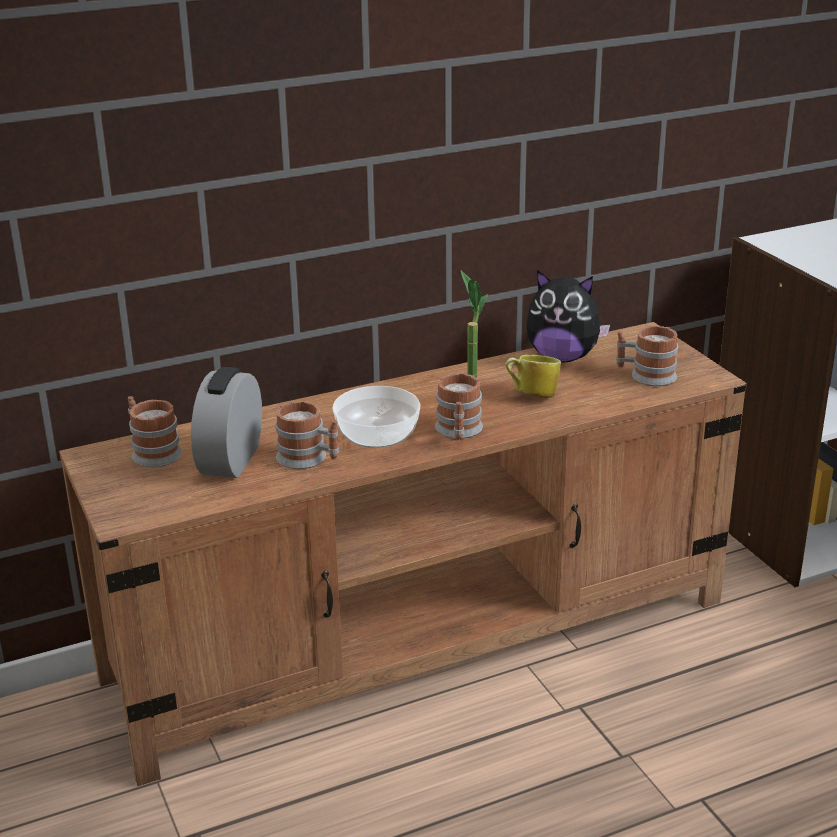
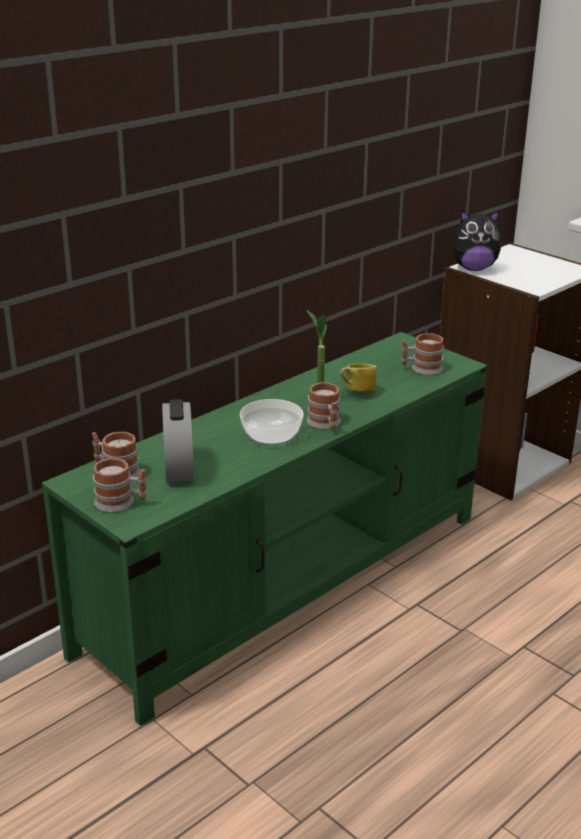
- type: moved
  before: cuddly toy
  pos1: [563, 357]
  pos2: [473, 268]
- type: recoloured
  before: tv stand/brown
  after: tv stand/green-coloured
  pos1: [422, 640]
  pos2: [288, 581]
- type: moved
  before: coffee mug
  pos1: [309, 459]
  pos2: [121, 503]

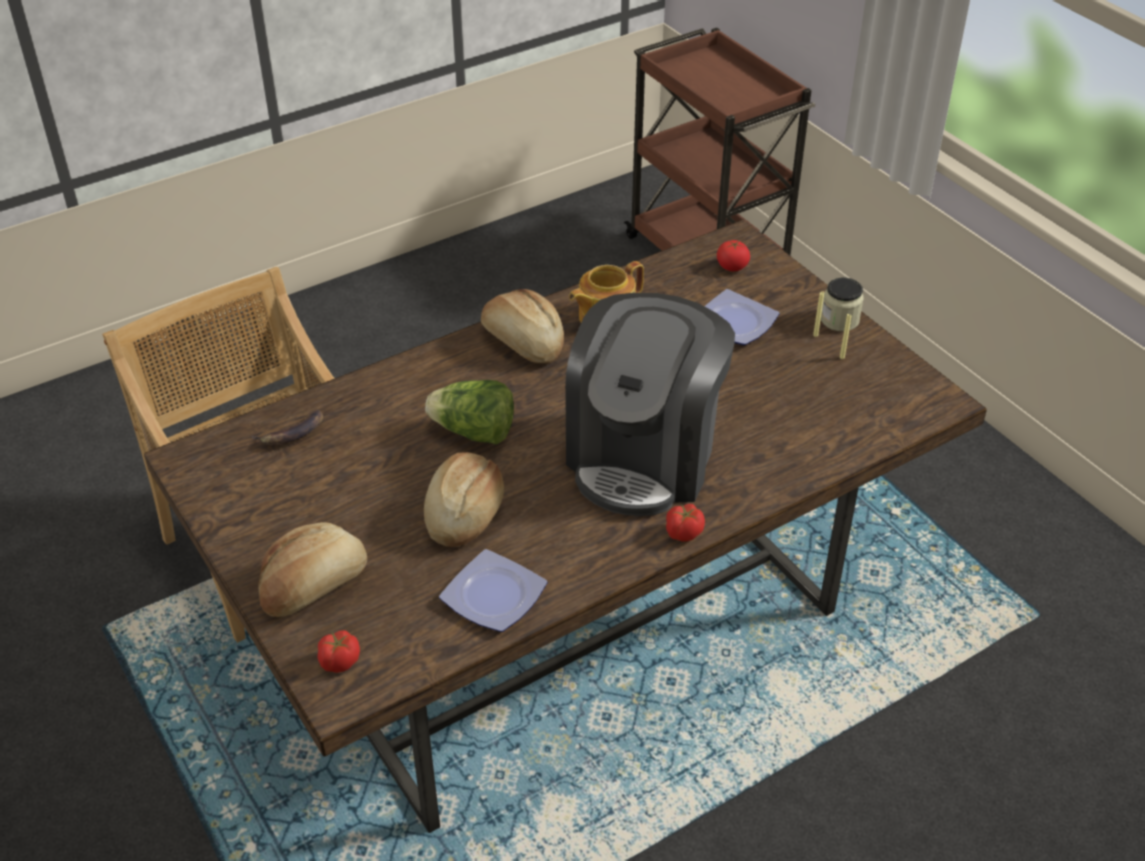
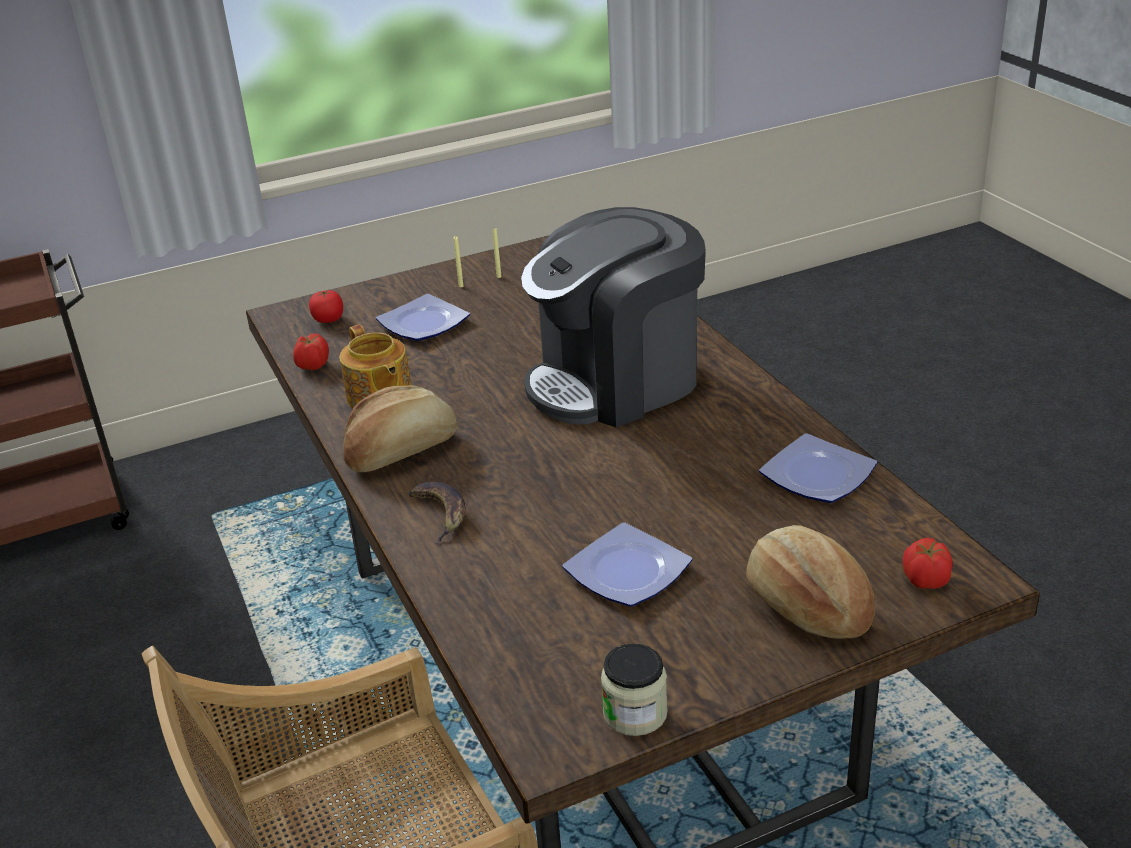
- type: moved
  before: jar
  pos1: [839, 320]
  pos2: [635, 713]
- type: turned
  before: coffee machine
  pos1: [644, 455]
  pos2: [616, 382]
  turn: 120
- type: removed
  before: lettuce head
  pos1: [474, 433]
- type: moved
  before: banana fruit
  pos1: [292, 434]
  pos2: [440, 514]
- type: removed
  before: bread
  pos1: [464, 513]
- type: moved
  before: tomato
  pos1: [683, 533]
  pos2: [313, 365]
- type: added
  after: plate
  pos2: [624, 572]

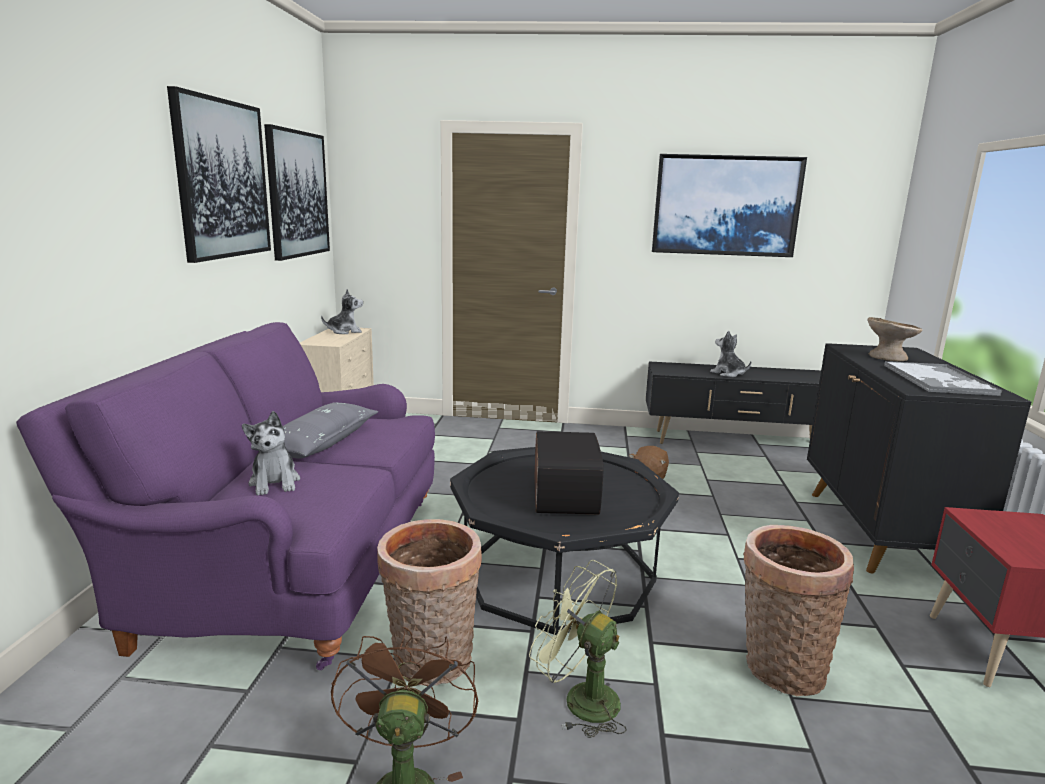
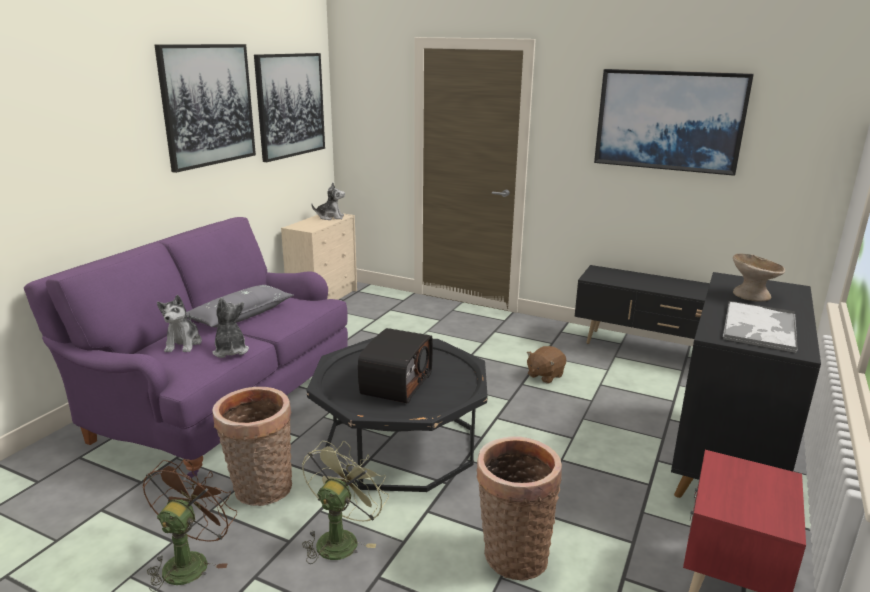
- type: moved
  before: cuddly toy
  pos1: [728, 374]
  pos2: [230, 351]
- type: turned
  before: cooling fan/green-coloured
  pos1: [580, 699]
  pos2: [340, 538]
  turn: 60

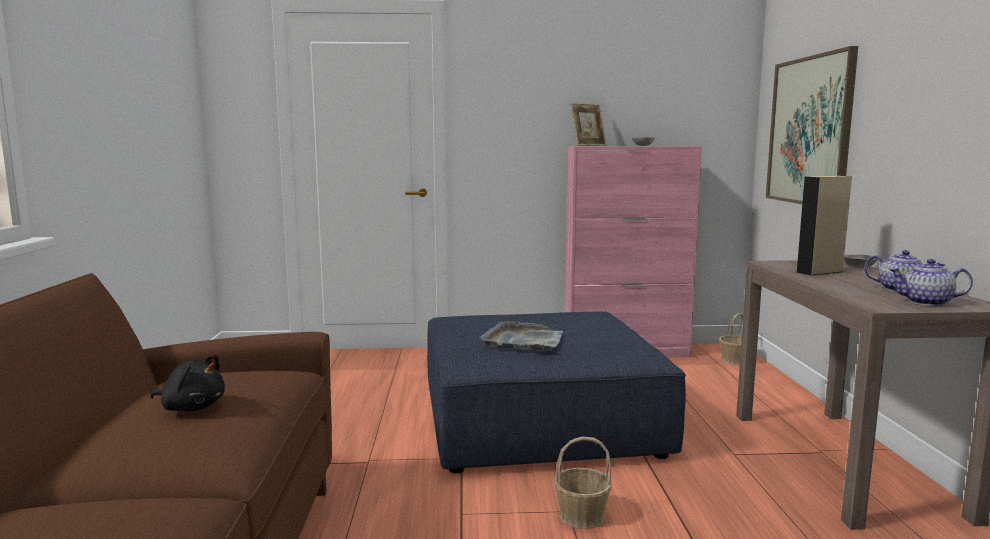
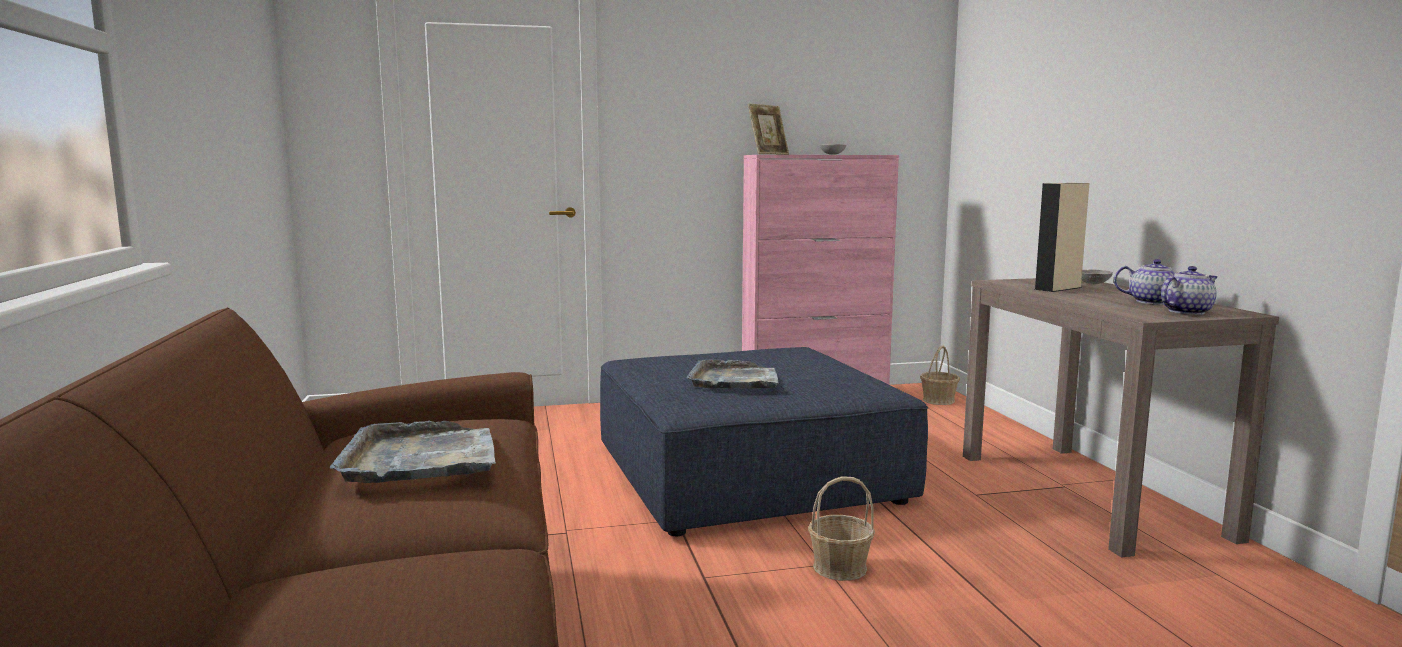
- type: removed
  before: wall art
  pos1: [809, 131]
- type: turned
  before: teapot
  pos1: [926, 302]
  pos2: [1186, 312]
  turn: 150
- type: replaced
  before: cuddly toy/black
  after: serving tray/grey
  pos1: [192, 407]
  pos2: [421, 459]

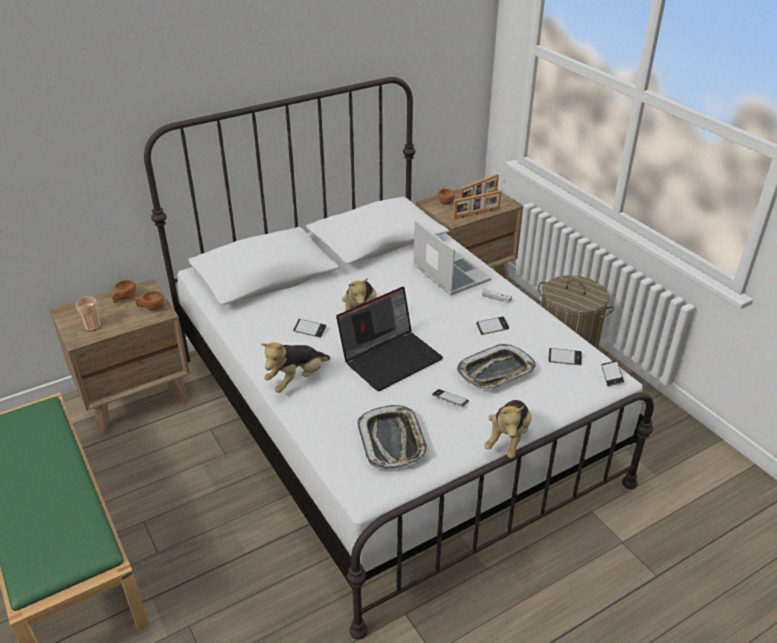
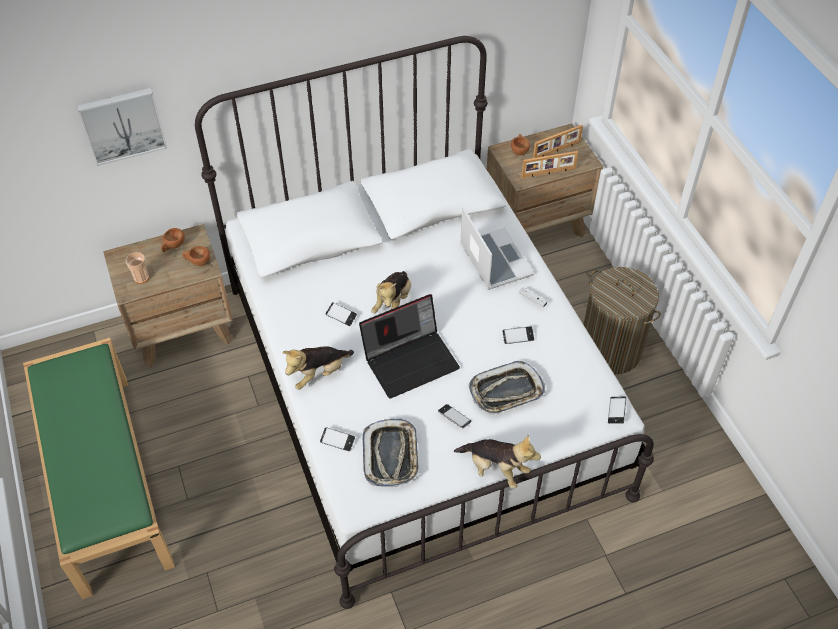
- type: moved
  before: telephone
  pos1: [564, 359]
  pos2: [337, 441]
- type: turned
  before: cuddly toy
  pos1: [508, 439]
  pos2: [495, 469]
  turn: -90
- type: added
  after: wall art
  pos2: [122, 124]

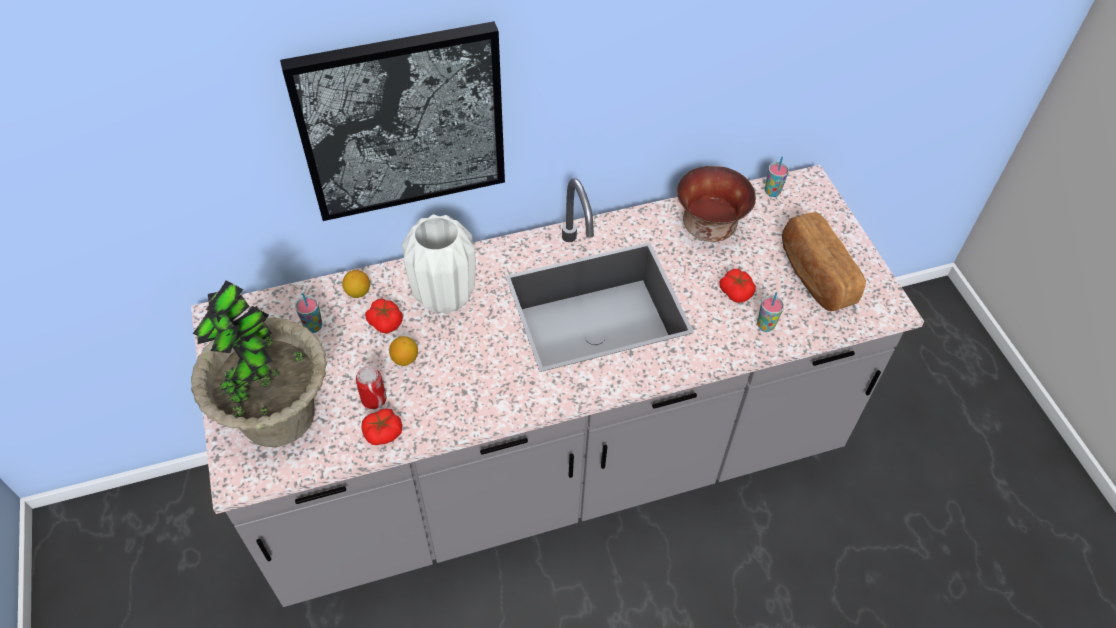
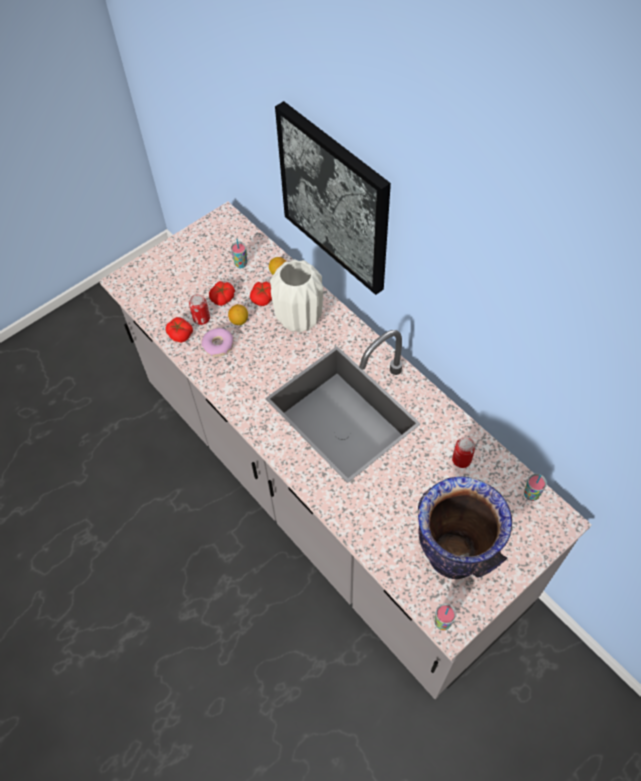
- type: replaced
  before: bowl
  after: sealed can
  pos1: [710, 227]
  pos2: [461, 460]
- type: replaced
  before: bread
  after: decorative vase
  pos1: [814, 275]
  pos2: [454, 554]
- type: moved
  before: tomato
  pos1: [736, 292]
  pos2: [223, 298]
- type: removed
  before: potted plant
  pos1: [277, 415]
- type: moved
  before: small cup
  pos1: [765, 326]
  pos2: [442, 622]
- type: added
  after: doughnut
  pos2: [218, 345]

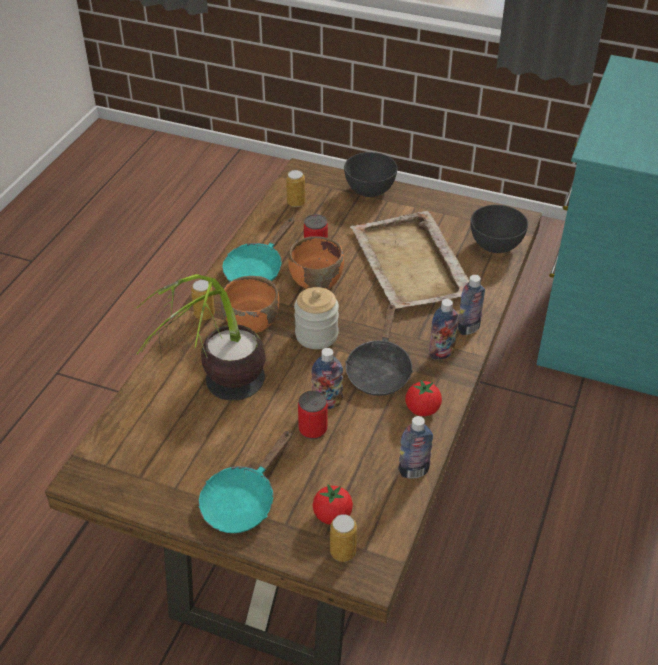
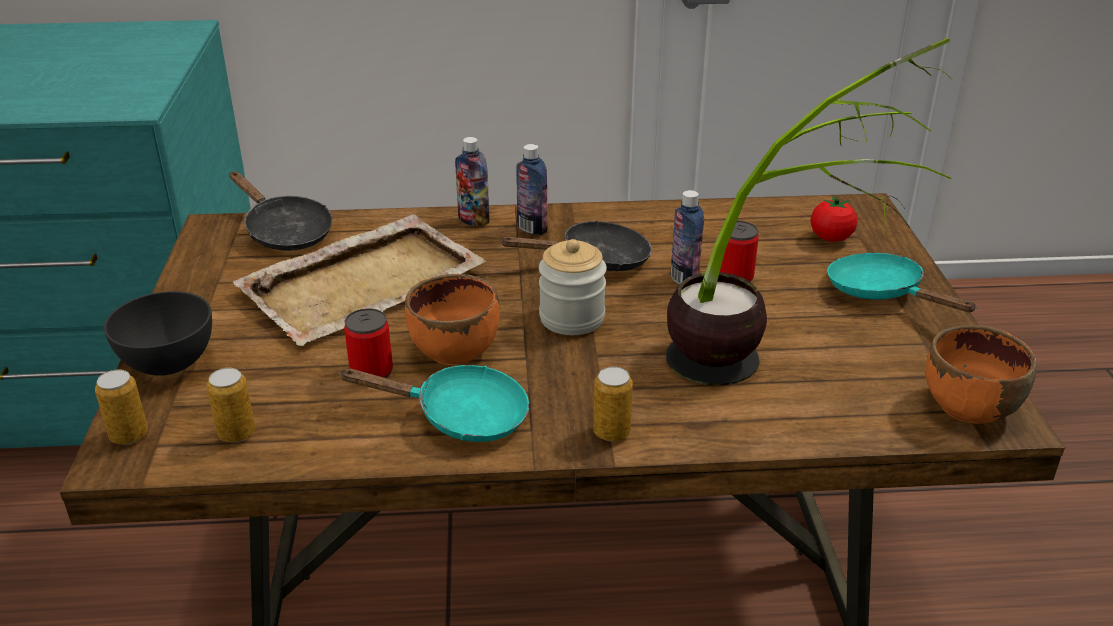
- type: replaced
  before: bowl/grey
  after: frying pan/black
  pos1: [495, 245]
  pos2: [284, 231]
- type: moved
  before: bowl/orangey
  pos1: [251, 322]
  pos2: [969, 407]
- type: removed
  before: tomato
  pos1: [422, 409]
- type: removed
  before: bottle
  pos1: [413, 471]
- type: turned
  before: frying pan/turquoise
  pos1: [242, 501]
  pos2: [881, 293]
  turn: -135
- type: moved
  before: sealed can
  pos1: [343, 552]
  pos2: [129, 435]

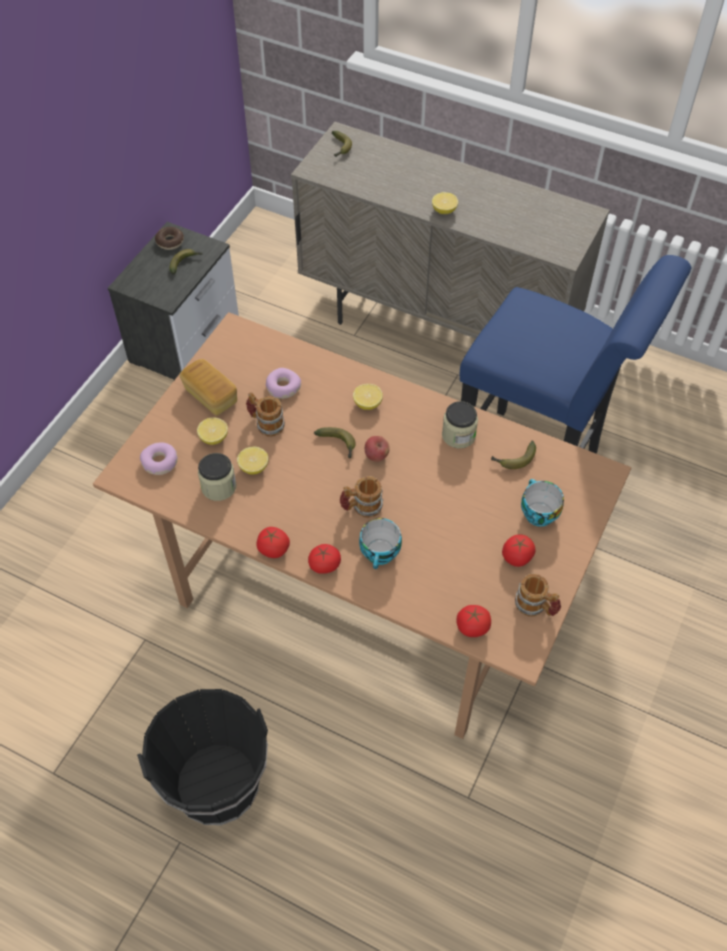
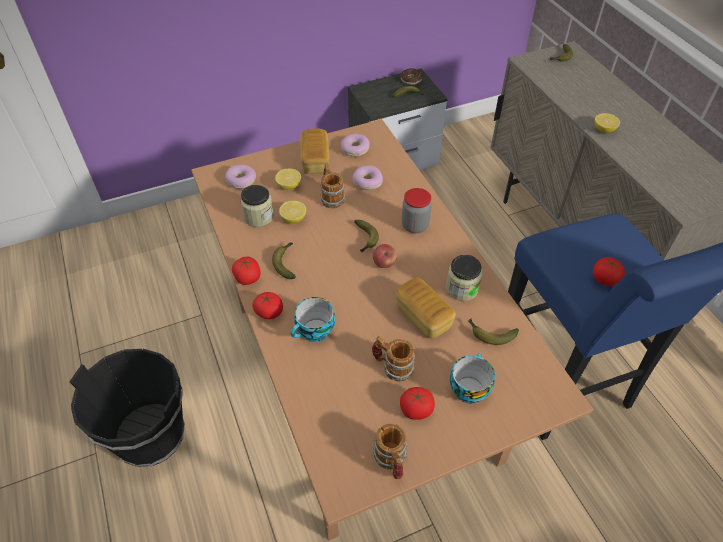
- type: replaced
  before: whole lemon
  after: jar
  pos1: [367, 404]
  pos2: [415, 225]
- type: moved
  before: coffee mug
  pos1: [361, 507]
  pos2: [392, 366]
- type: moved
  before: tomato
  pos1: [472, 627]
  pos2: [604, 279]
- type: added
  after: doughnut
  pos2: [355, 149]
- type: added
  after: banana fruit
  pos2: [286, 263]
- type: added
  after: bread
  pos2: [423, 316]

